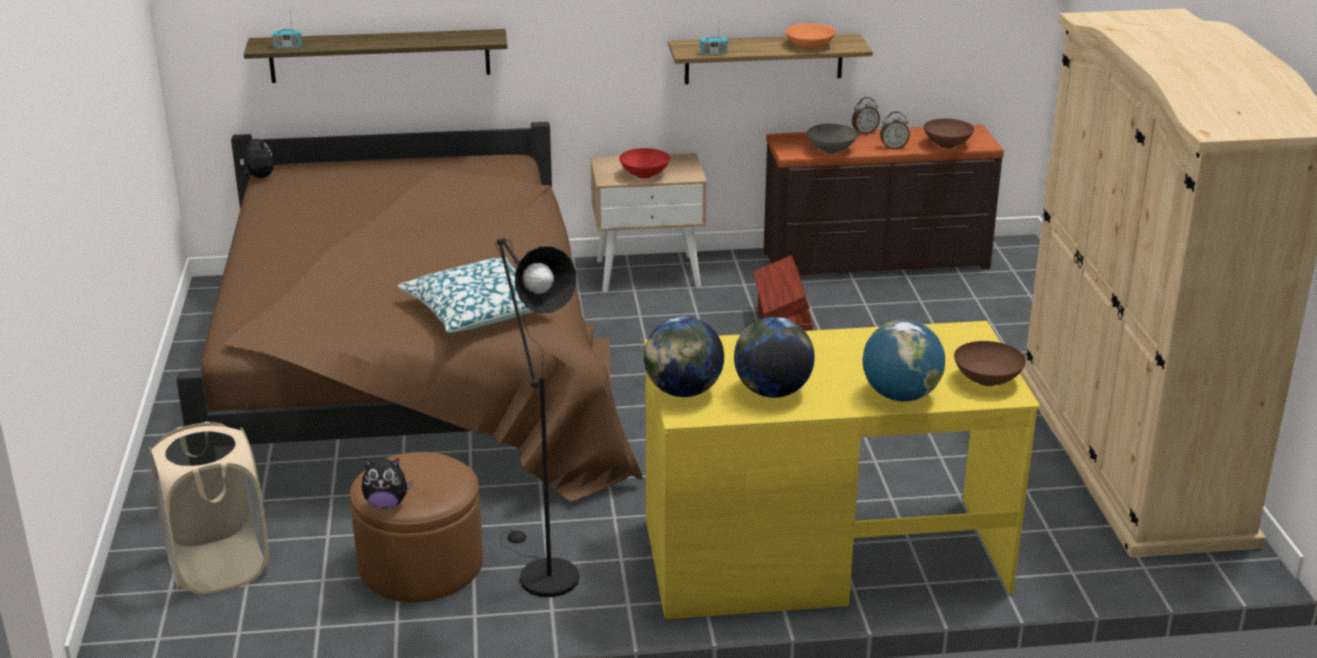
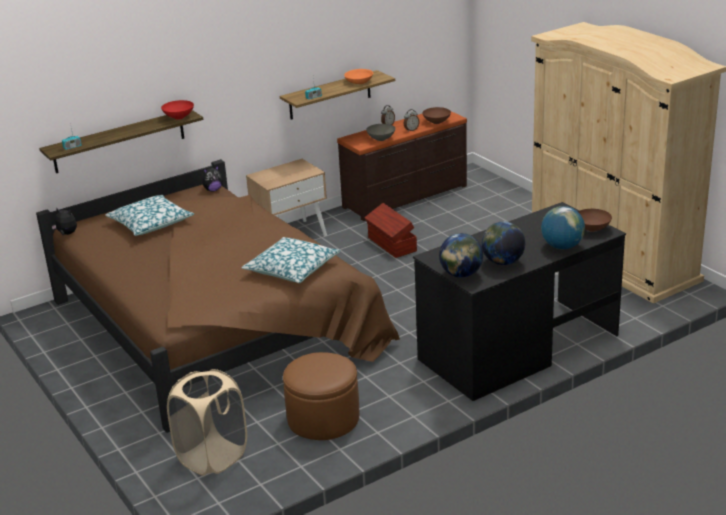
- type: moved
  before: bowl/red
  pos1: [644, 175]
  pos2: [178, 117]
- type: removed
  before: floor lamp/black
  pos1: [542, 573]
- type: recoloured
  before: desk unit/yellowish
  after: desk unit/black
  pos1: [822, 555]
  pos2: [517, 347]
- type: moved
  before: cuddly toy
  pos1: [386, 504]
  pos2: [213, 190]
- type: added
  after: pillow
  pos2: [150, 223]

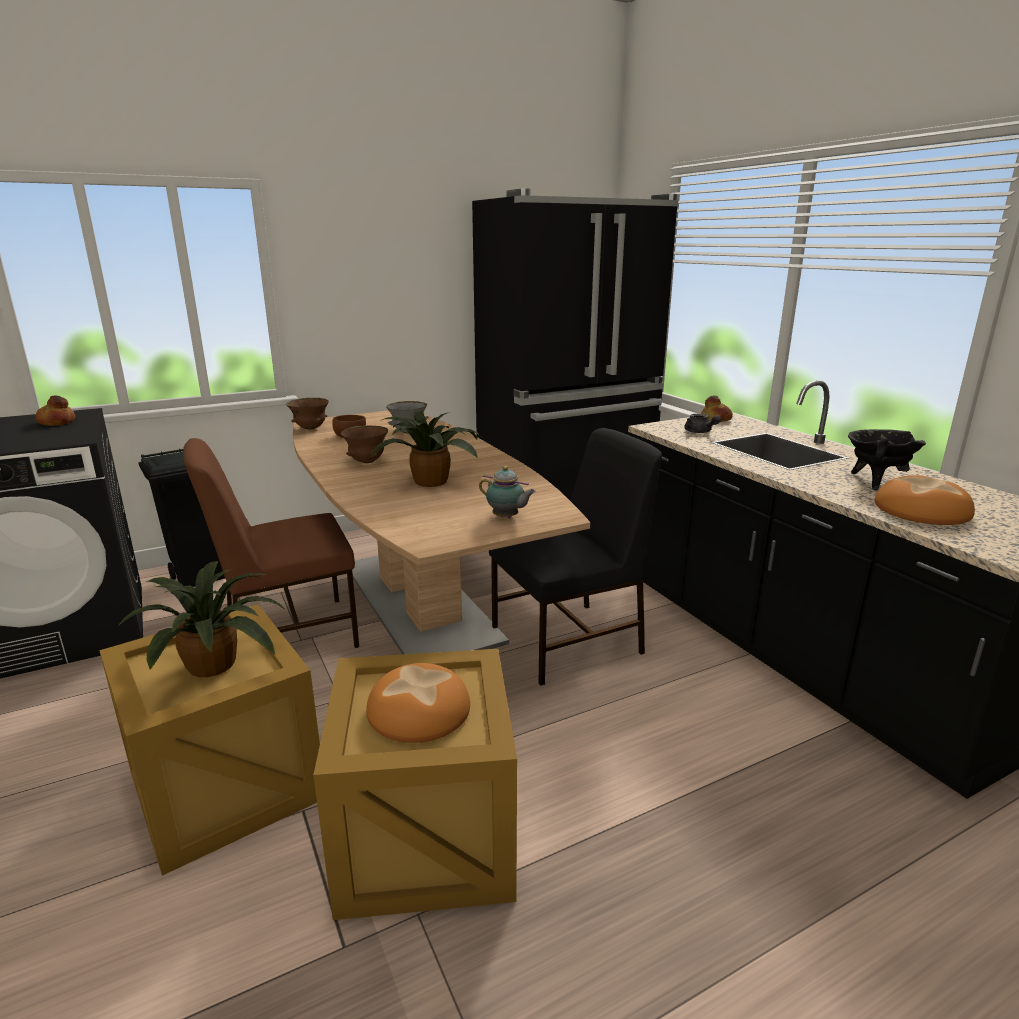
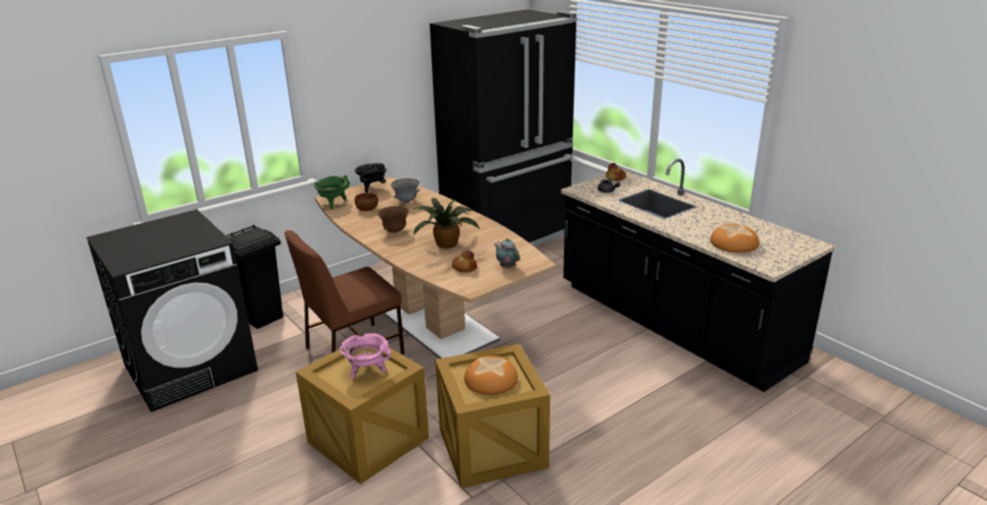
- type: moved
  before: bread
  pos1: [57, 422]
  pos2: [464, 268]
- type: replaced
  before: bowl/brown
  after: stockpot/green-coloured
  pos1: [310, 428]
  pos2: [333, 204]
- type: removed
  before: plain chair/black
  pos1: [569, 641]
- type: moved
  before: stockpot/black
  pos1: [875, 481]
  pos2: [372, 188]
- type: turned
  before: teapot
  pos1: [507, 517]
  pos2: [507, 266]
  turn: -150
- type: replaced
  before: potted plant
  after: stockpot/pink-coloured
  pos1: [216, 665]
  pos2: [367, 371]

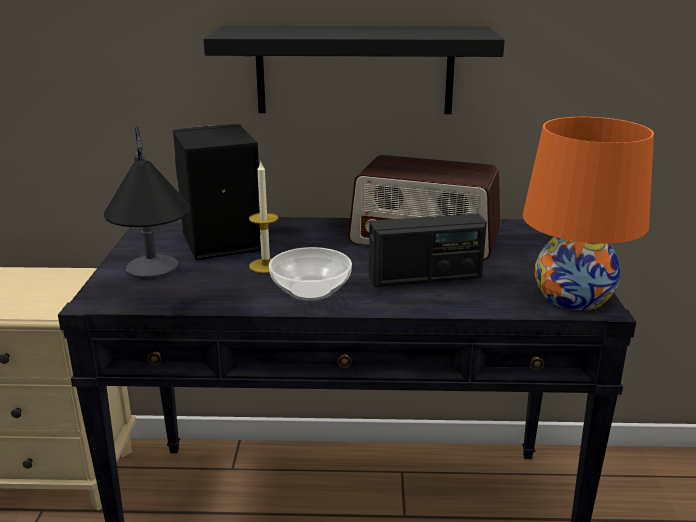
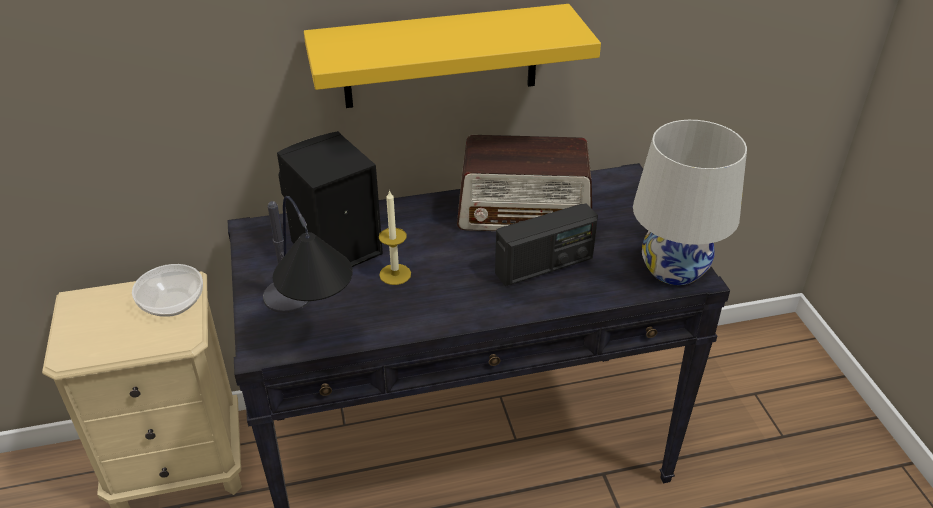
- type: recoloured
  before: shelf/black
  after: shelf/yellowish
  pos1: [354, 70]
  pos2: [440, 57]
- type: recoloured
  before: table lamp/orangey
  after: table lamp/whitish
  pos1: [572, 296]
  pos2: [673, 268]
- type: moved
  before: bowl
  pos1: [310, 291]
  pos2: [172, 304]

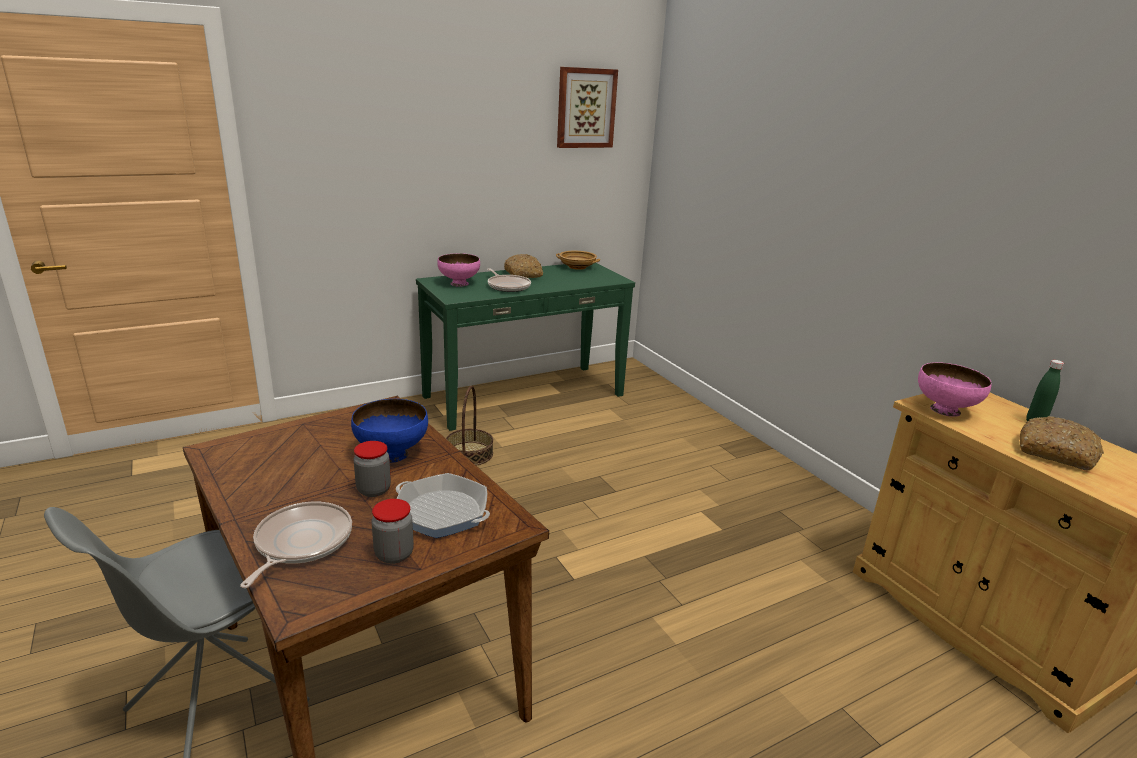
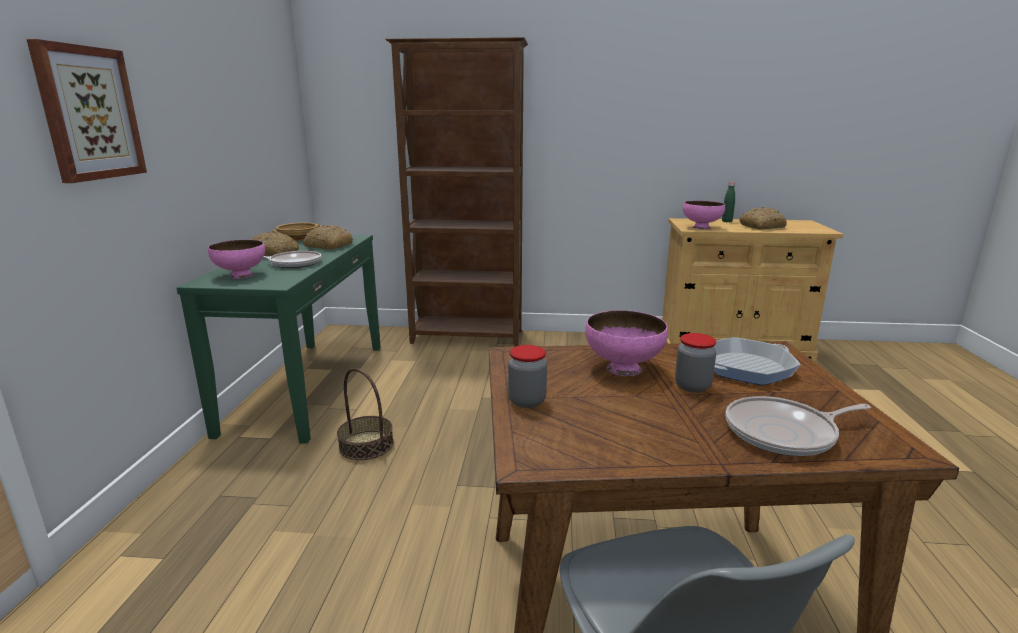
- type: moved
  before: wall art
  pos1: [585, 108]
  pos2: [88, 113]
- type: recoloured
  before: bowl/blue-coloured
  after: bowl/pink-coloured
  pos1: [392, 454]
  pos2: [623, 368]
- type: moved
  before: jar
  pos1: [394, 554]
  pos2: [527, 401]
- type: turned
  before: frying pan
  pos1: [300, 543]
  pos2: [784, 433]
  turn: -60
- type: added
  after: bookcase/brown
  pos2: [468, 337]
- type: added
  after: bread
  pos2: [328, 246]

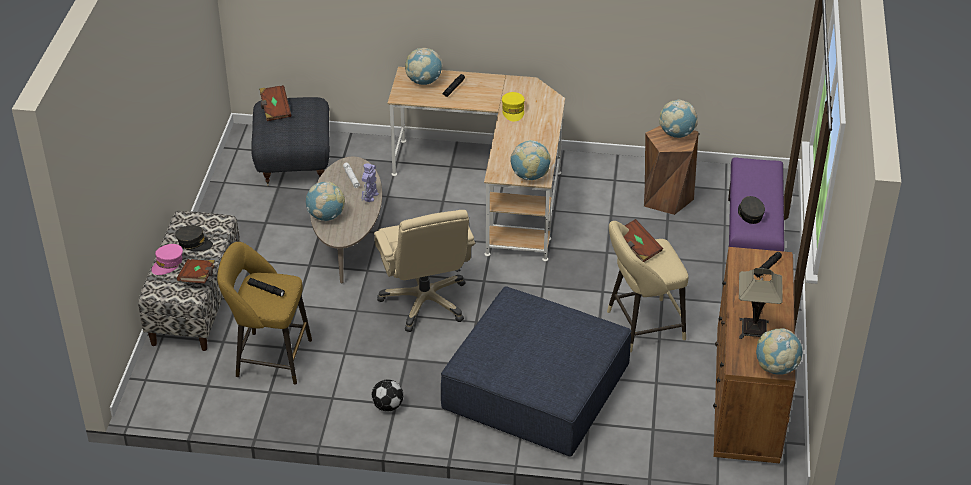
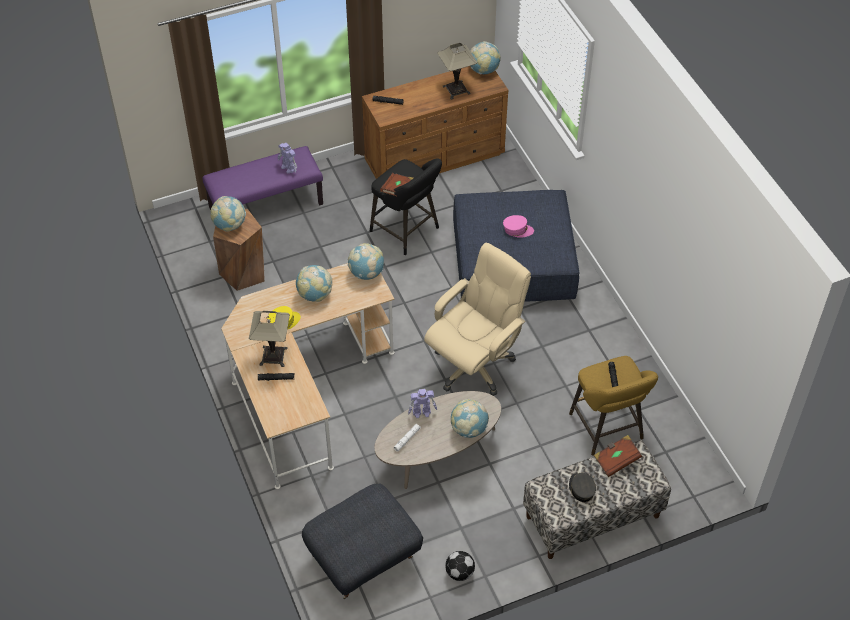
- type: moved
  before: globe
  pos1: [423, 81]
  pos2: [315, 294]
- type: removed
  before: bound book/brown
  pos1: [275, 110]
- type: replaced
  before: cap/grey
  after: robot figure
  pos1: [750, 214]
  pos2: [288, 168]
- type: recoloured
  before: stool/beige
  after: stool/black
  pos1: [641, 327]
  pos2: [407, 231]
- type: moved
  before: cap/pink-coloured
  pos1: [168, 264]
  pos2: [517, 230]
- type: moved
  before: ball for football
  pos1: [387, 406]
  pos2: [460, 573]
- type: added
  after: table lamp
  pos2: [273, 356]

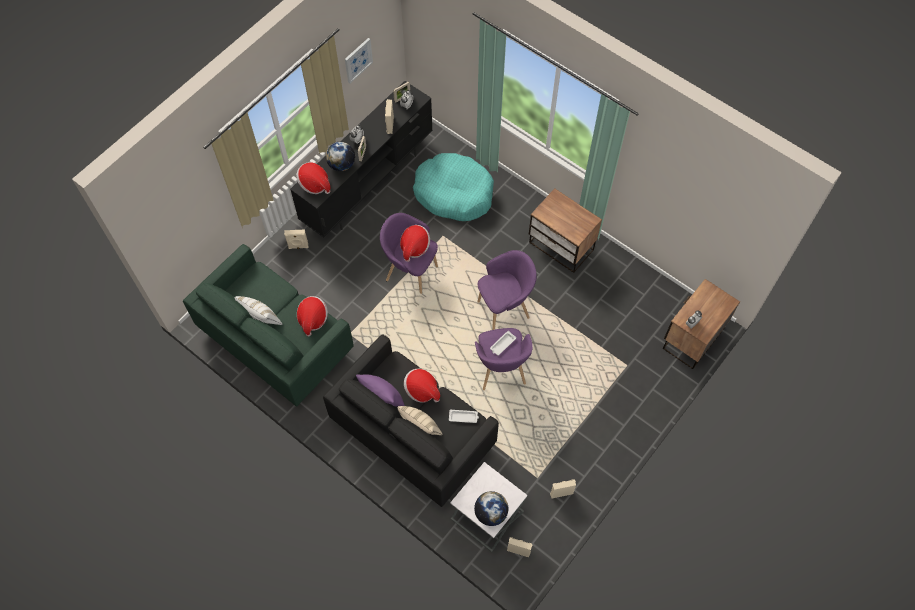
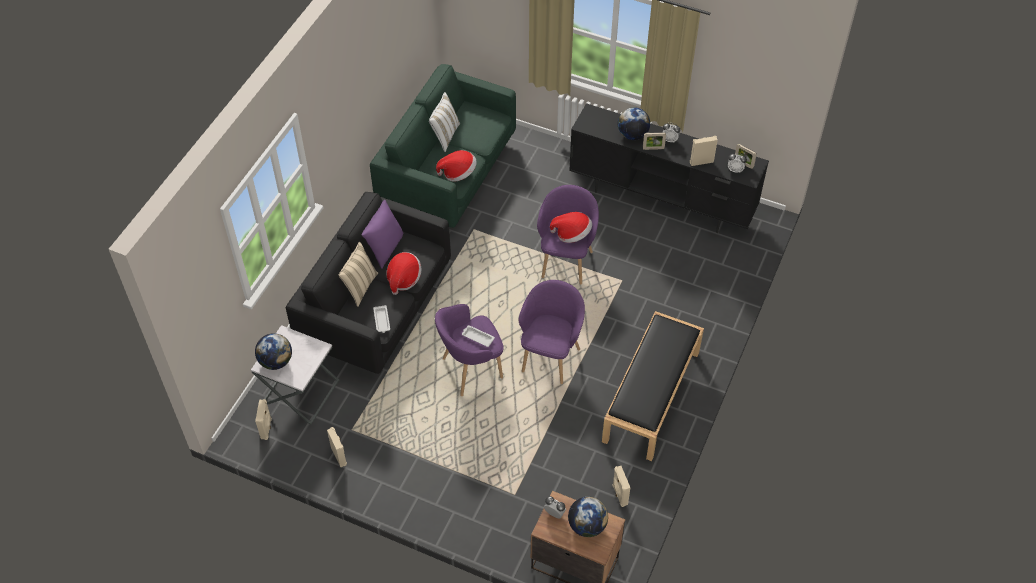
- type: removed
  before: wall art
  pos1: [358, 60]
- type: removed
  before: dog bed/turquoise
  pos1: [454, 193]
- type: removed
  before: clothing hat
  pos1: [314, 184]
- type: replaced
  before: night table
  after: bench/black
  pos1: [561, 247]
  pos2: [651, 397]
- type: moved
  before: speaker/beige
  pos1: [298, 246]
  pos2: [619, 495]
- type: turned
  before: easy chair/purplish
  pos1: [505, 307]
  pos2: [550, 357]
  turn: -120
- type: added
  after: globe
  pos2: [587, 525]

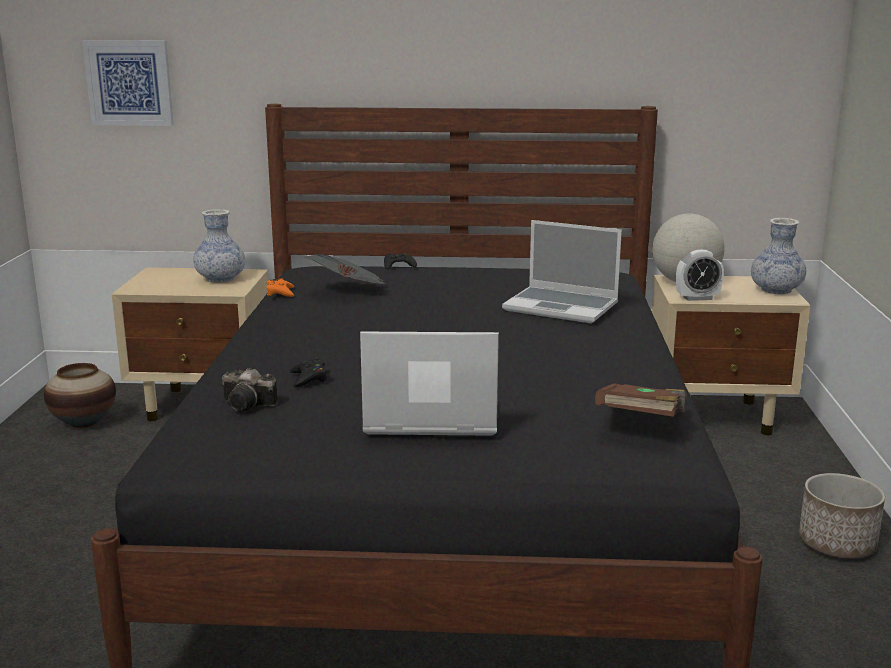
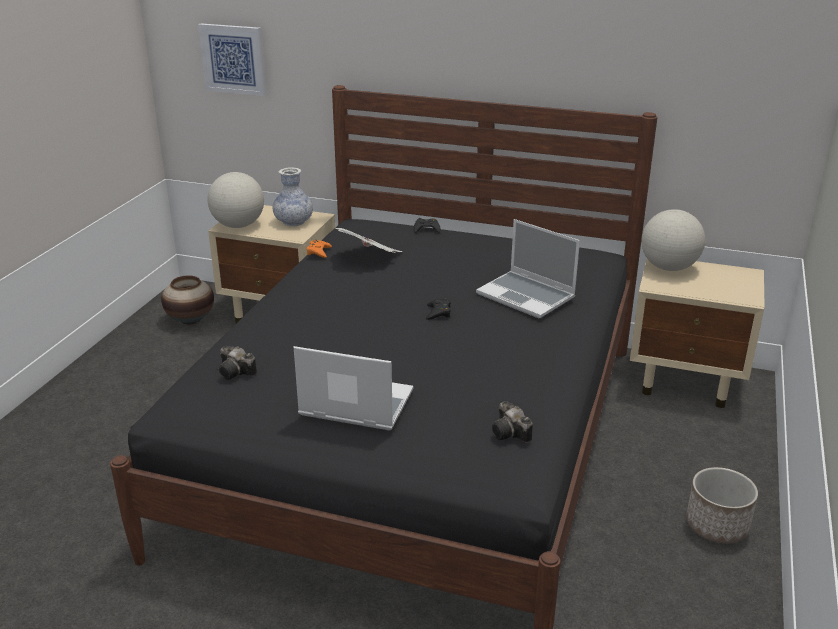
- type: removed
  before: decorative vase
  pos1: [776, 290]
- type: removed
  before: alarm clock
  pos1: [697, 298]
- type: moved
  before: game controller/black
  pos1: [309, 378]
  pos2: [438, 312]
- type: replaced
  before: bound book/brown
  after: still camera
  pos1: [642, 422]
  pos2: [511, 434]
- type: added
  after: globe
  pos2: [238, 225]

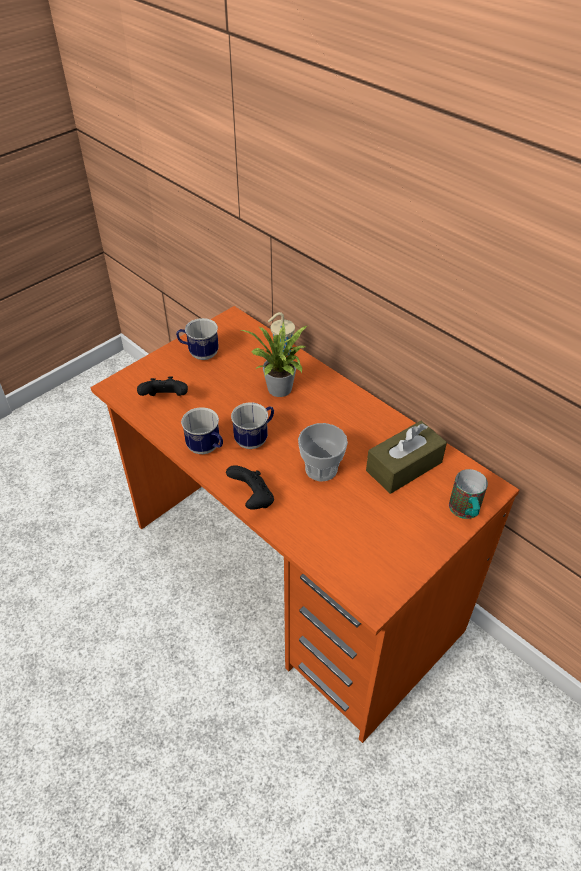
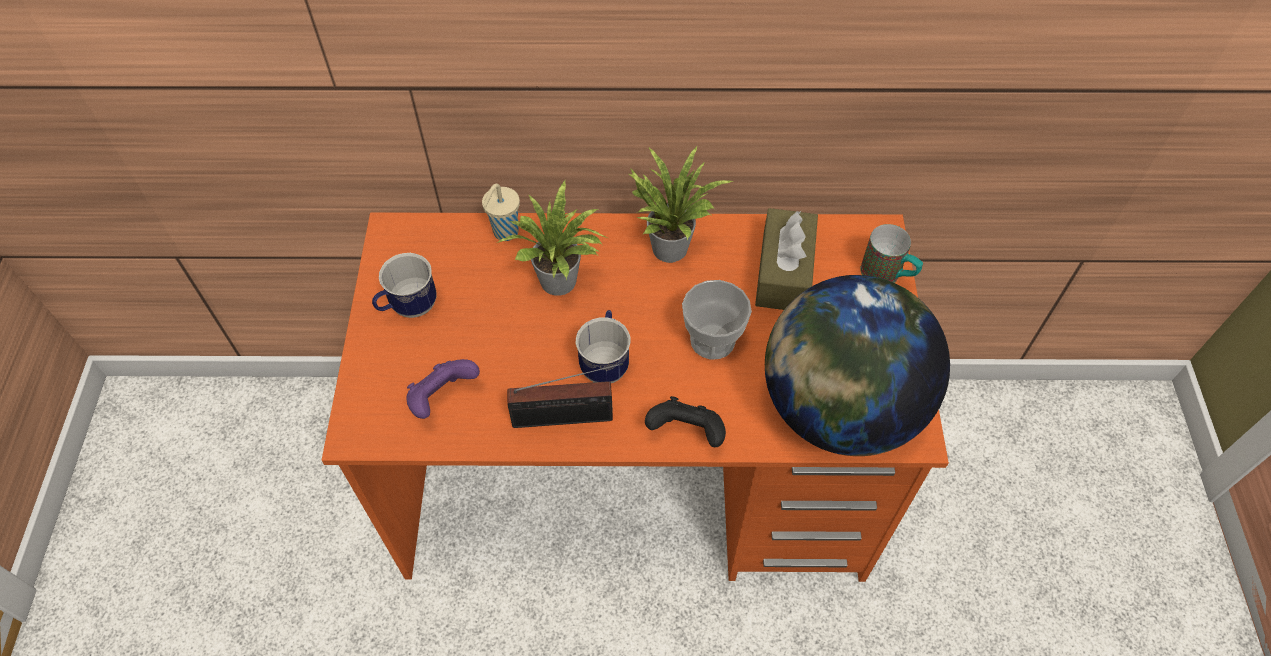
- type: recoloured
  before: game controller/black
  after: game controller/purplish
  pos1: [166, 399]
  pos2: [442, 398]
- type: replaced
  before: coffee mug
  after: radio
  pos1: [207, 449]
  pos2: [568, 418]
- type: added
  after: potted plant
  pos2: [669, 244]
- type: added
  after: globe
  pos2: [838, 408]

